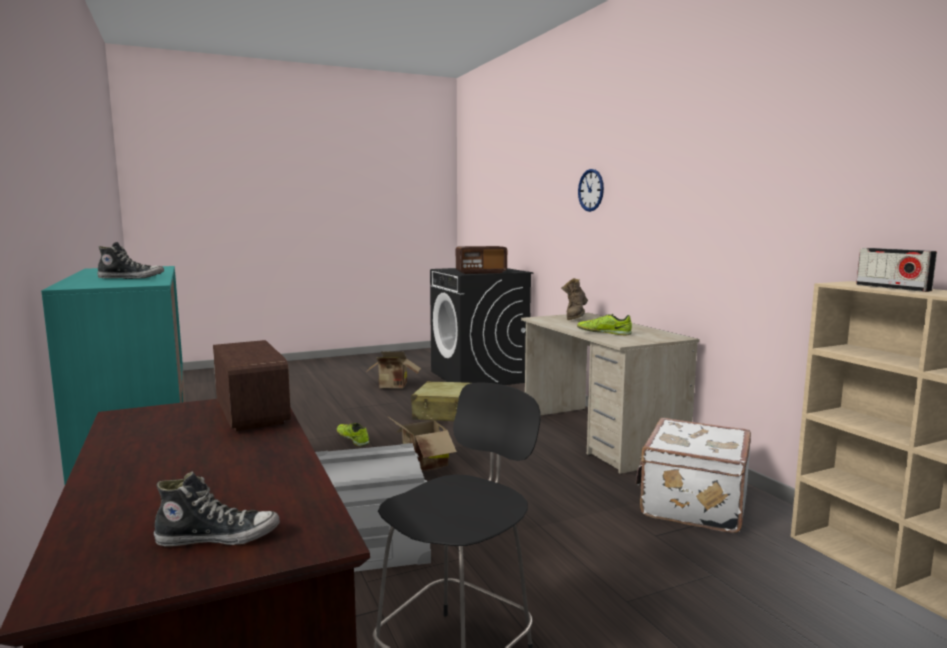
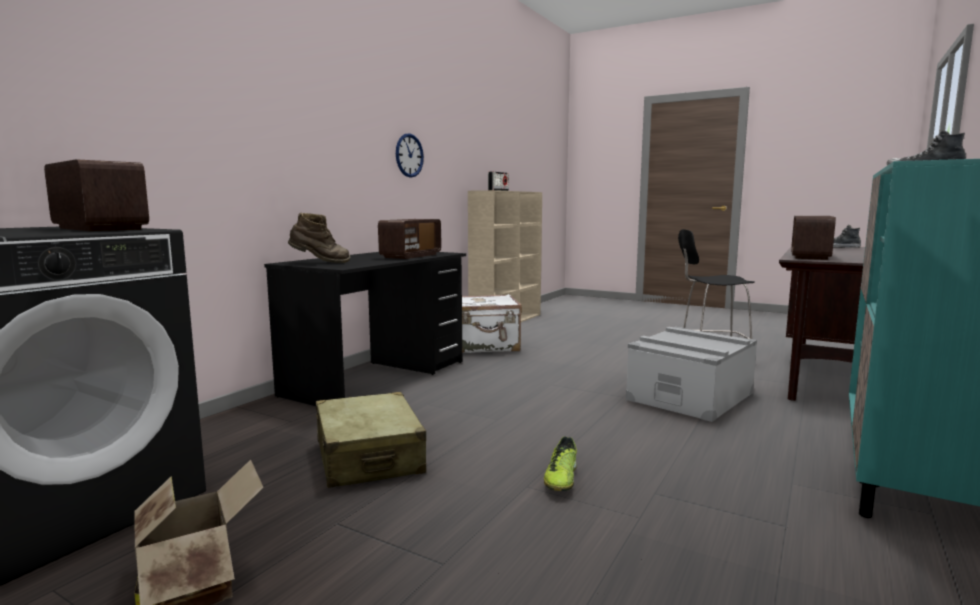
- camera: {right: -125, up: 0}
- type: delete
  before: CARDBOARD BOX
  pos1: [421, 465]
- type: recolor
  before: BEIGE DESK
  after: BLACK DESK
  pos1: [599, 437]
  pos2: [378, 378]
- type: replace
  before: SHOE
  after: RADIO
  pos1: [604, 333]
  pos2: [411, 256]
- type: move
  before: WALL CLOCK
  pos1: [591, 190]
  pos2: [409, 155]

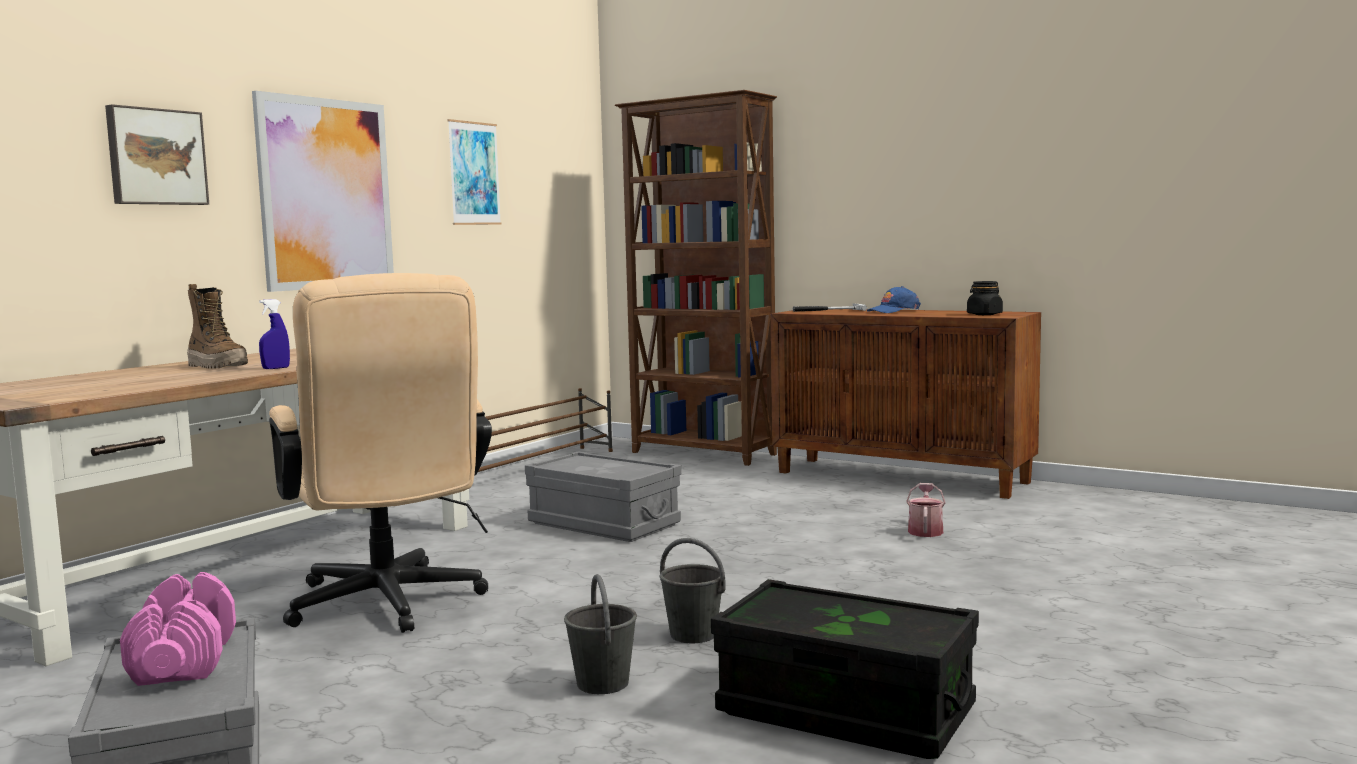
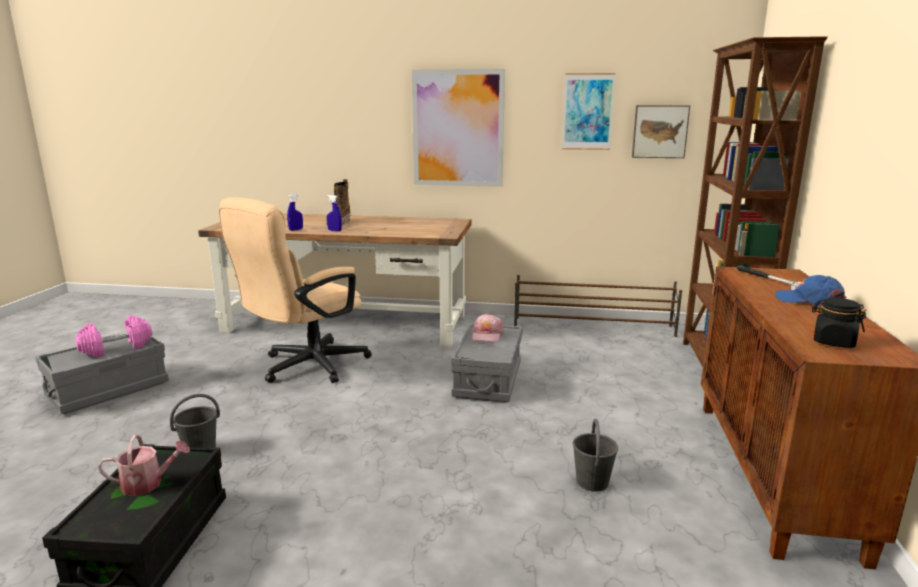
- camera: {right: 65, up: 10}
- type: move
  before: PICTURE
  pos1: [156, 157]
  pos2: [659, 131]
- type: move
  before: GREY BUCKET
  pos1: [694, 635]
  pos2: [592, 482]
- type: move
  before: WATERING CAN
  pos1: [925, 530]
  pos2: [148, 484]
- type: insert
  after: BLUE SPRAY BOTTLE
  pos2: [296, 229]
- type: insert
  after: PINK CAP
  pos2: [487, 335]

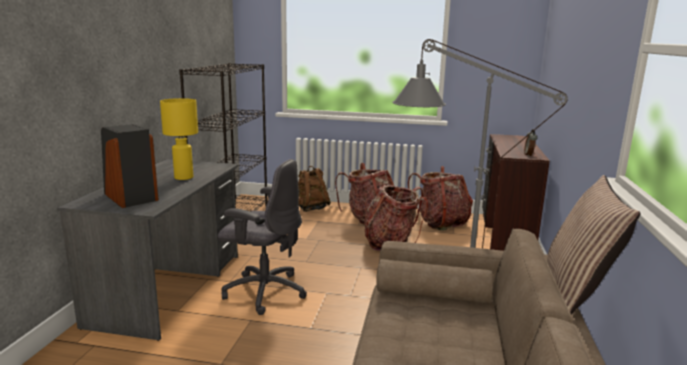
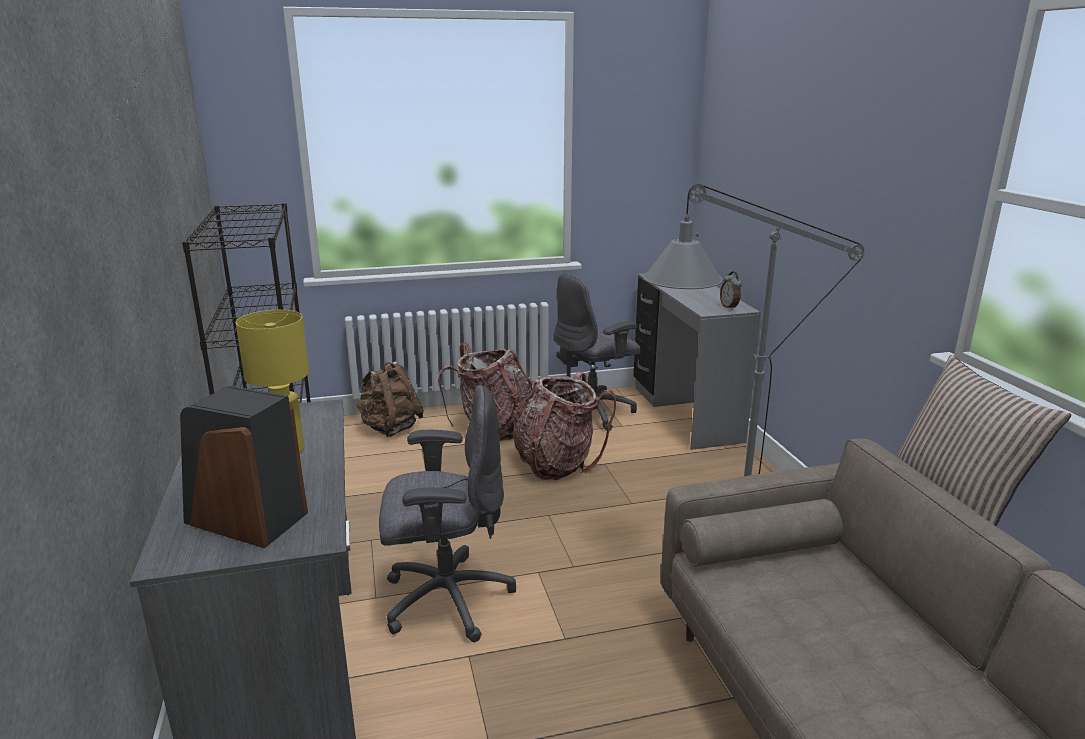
- camera: {right: -25, up: 5}
- type: replace
  before: BACKPACK
  after: GREY OFFICE CHAIR
  pos1: [440, 222]
  pos2: [592, 412]
- type: recolor
  before: BROWN DESK
  after: GREY DESK
  pos1: [504, 234]
  pos2: [683, 413]

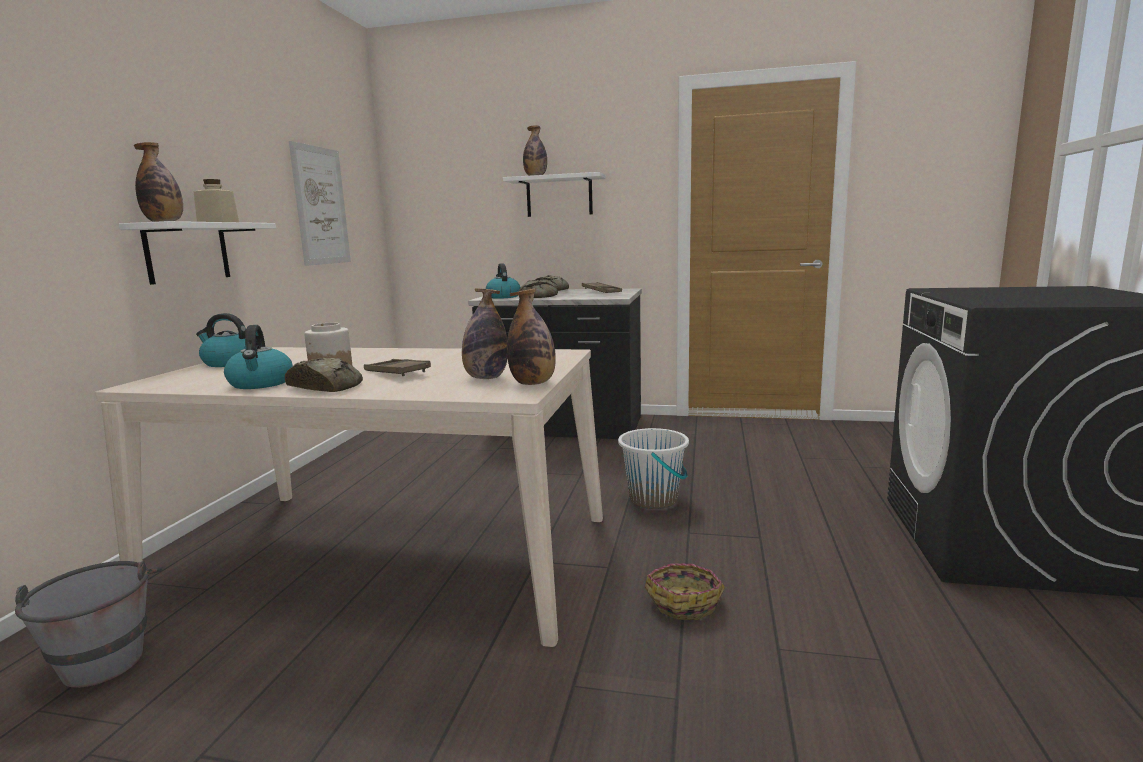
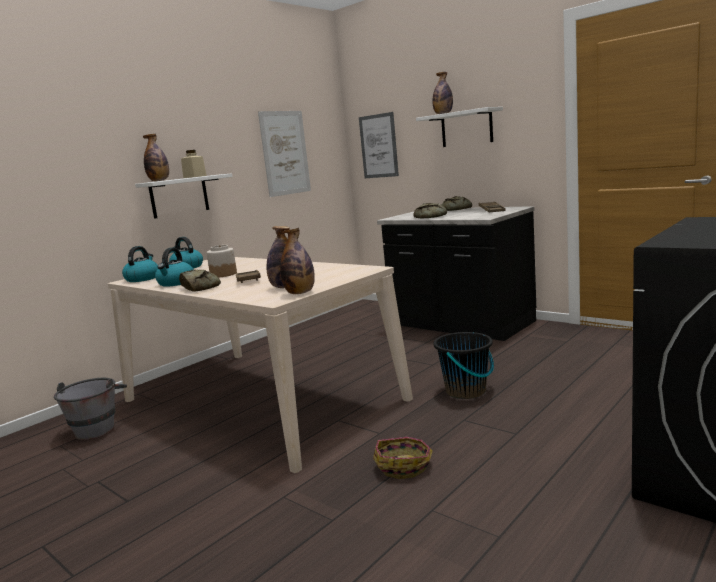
- camera: {right: 30, up: 0}
- type: move
  before: KETTLE
  pos1: [503, 297]
  pos2: [142, 279]
- type: recolor
  before: WHITE BUCKET
  after: BLACK BUCKET
  pos1: [654, 499]
  pos2: [466, 391]
- type: insert
  after: PICTURE
  pos2: [378, 146]

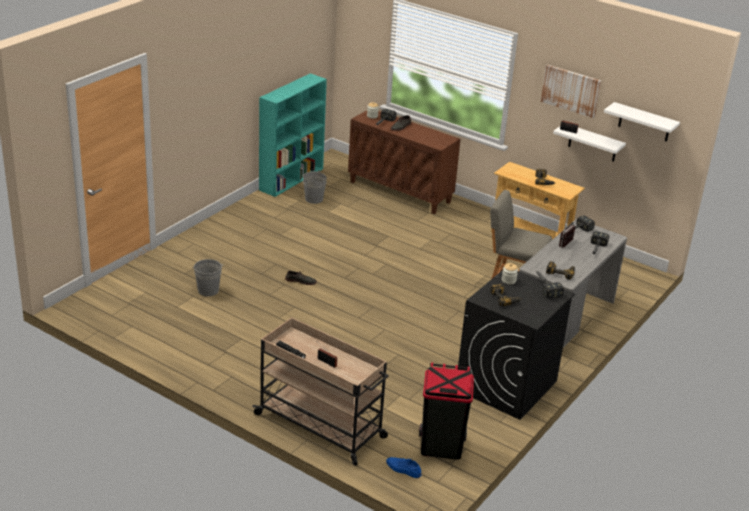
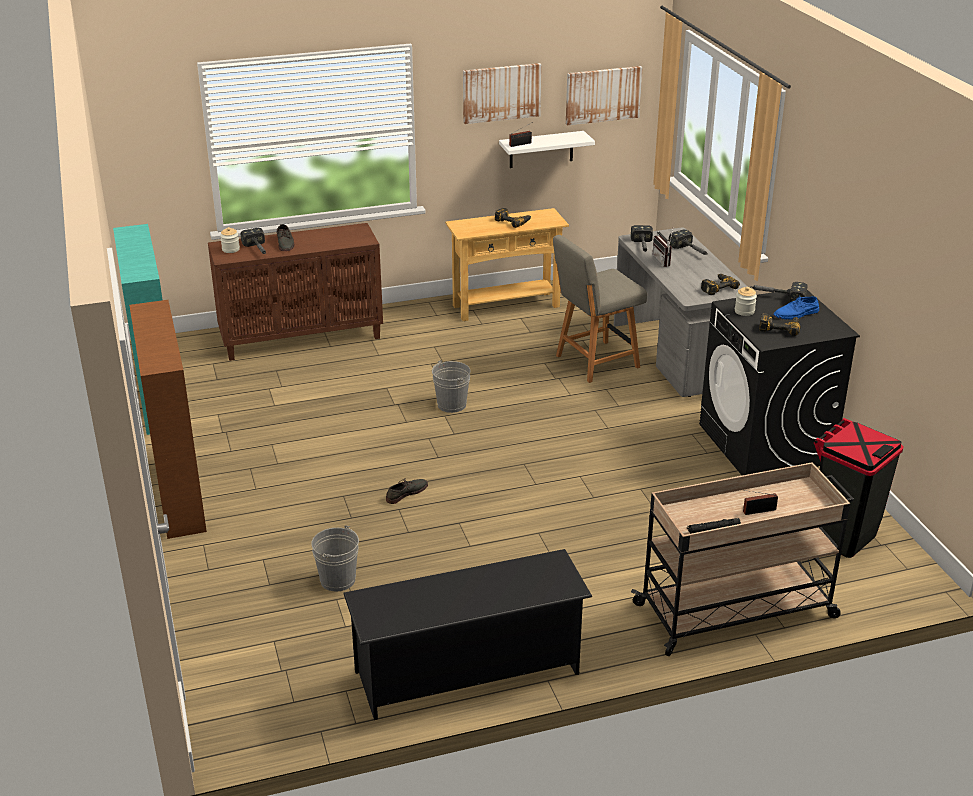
- camera: {right: -50, up: 0}
- type: move
  before: GREY BUCKET
  pos1: [314, 199]
  pos2: [451, 405]
- type: move
  before: BLUE SHOE
  pos1: [403, 469]
  pos2: [796, 314]
- type: replace
  before: WHITE SHELF
  after: PICTURE
  pos1: [644, 122]
  pos2: [603, 95]
- type: insert
  after: BROWN BOOKCASE
  pos2: [179, 492]
- type: insert
  after: BLACK SHOE RACK
  pos2: [468, 672]

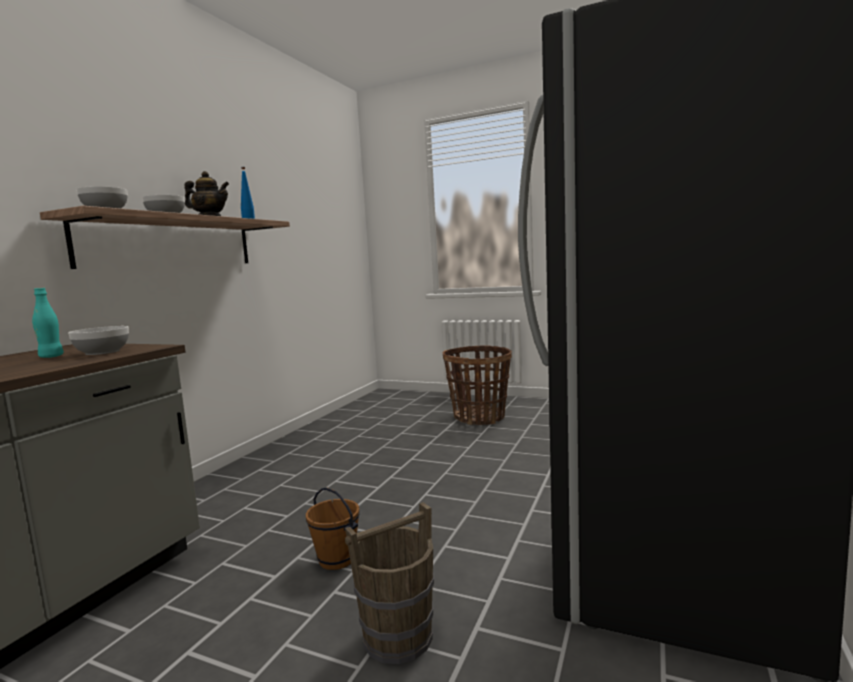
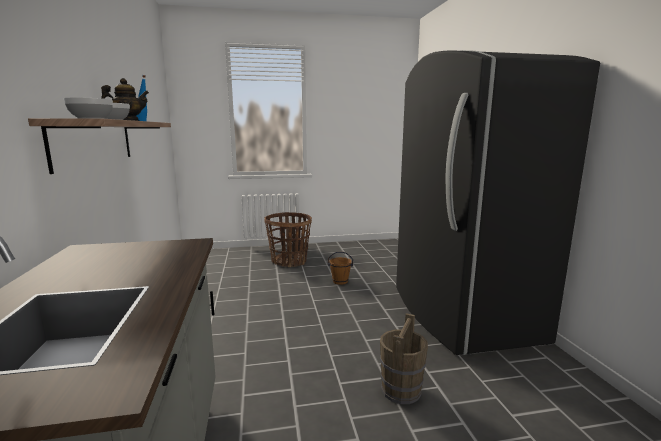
- camera: {right: -35, up: 5}
- type: delete
  before: TURQUOISE BOTTLE
  pos1: [51, 356]
- type: delete
  before: BOWL
  pos1: [102, 352]
- type: move
  before: BROWN BUCKET
  pos1: [337, 559]
  pos2: [340, 281]

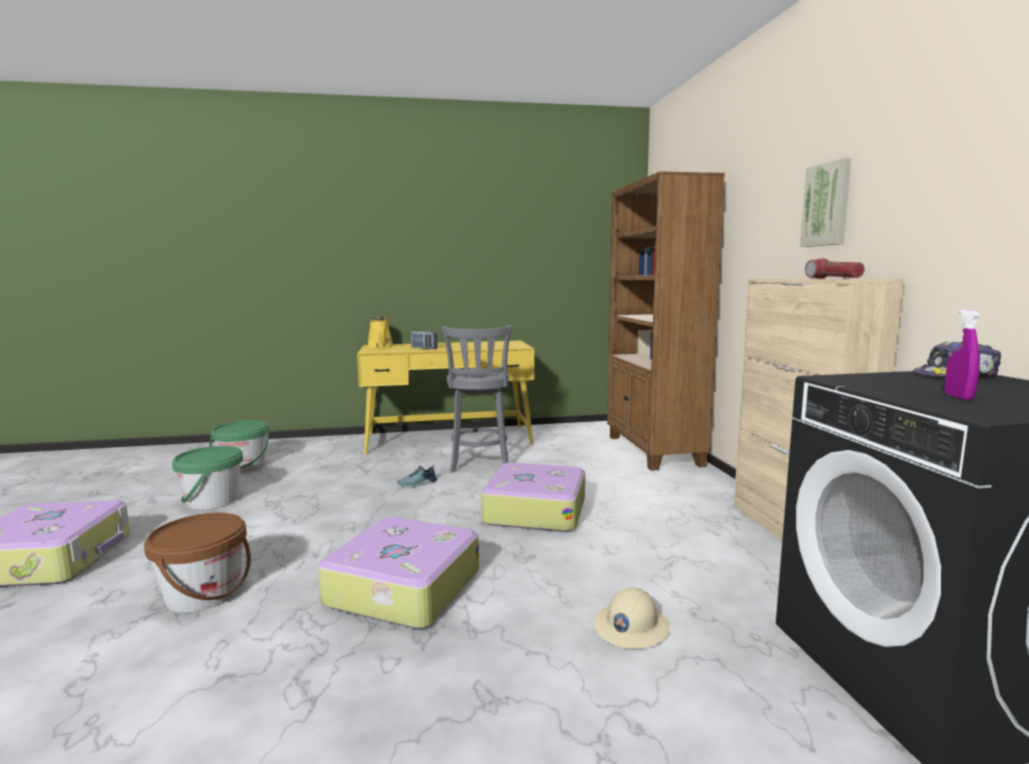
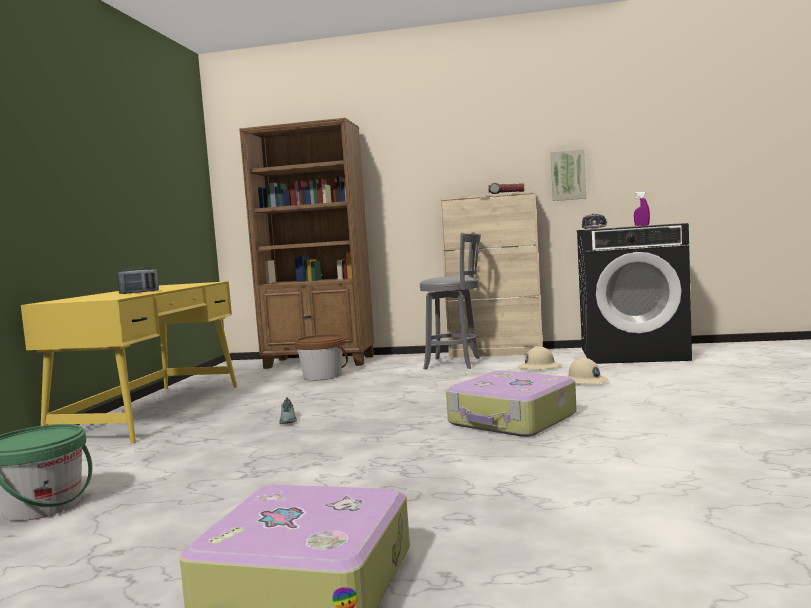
- camera: {right: -70, up: -5}
- type: move
  before: BROWN BUCKET
  pos1: [204, 594]
  pos2: [322, 376]
- type: delete
  before: GREEN BUCKET
  pos1: [212, 501]
- type: delete
  before: YELLOW WATERING CAN
  pos1: [381, 346]
- type: move
  before: GREY STOOL
  pos1: [479, 464]
  pos2: [456, 363]
- type: delete
  before: SUITCASE
  pos1: [535, 510]
- type: move
  before: PICTURE
  pos1: [827, 205]
  pos2: [568, 175]
- type: insert
  after: BEIGE HARD HAT
  pos2: [539, 367]

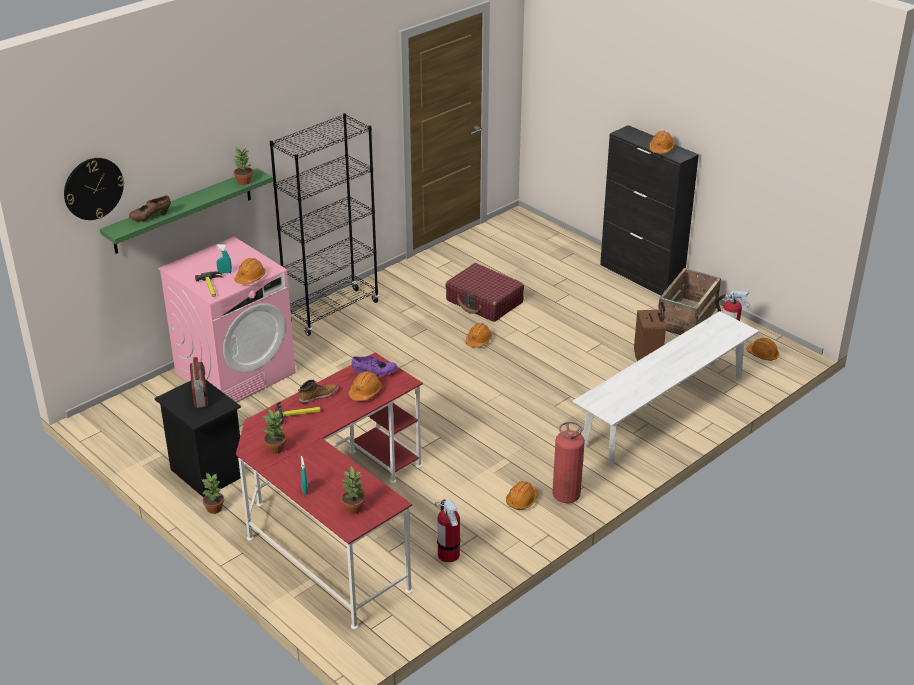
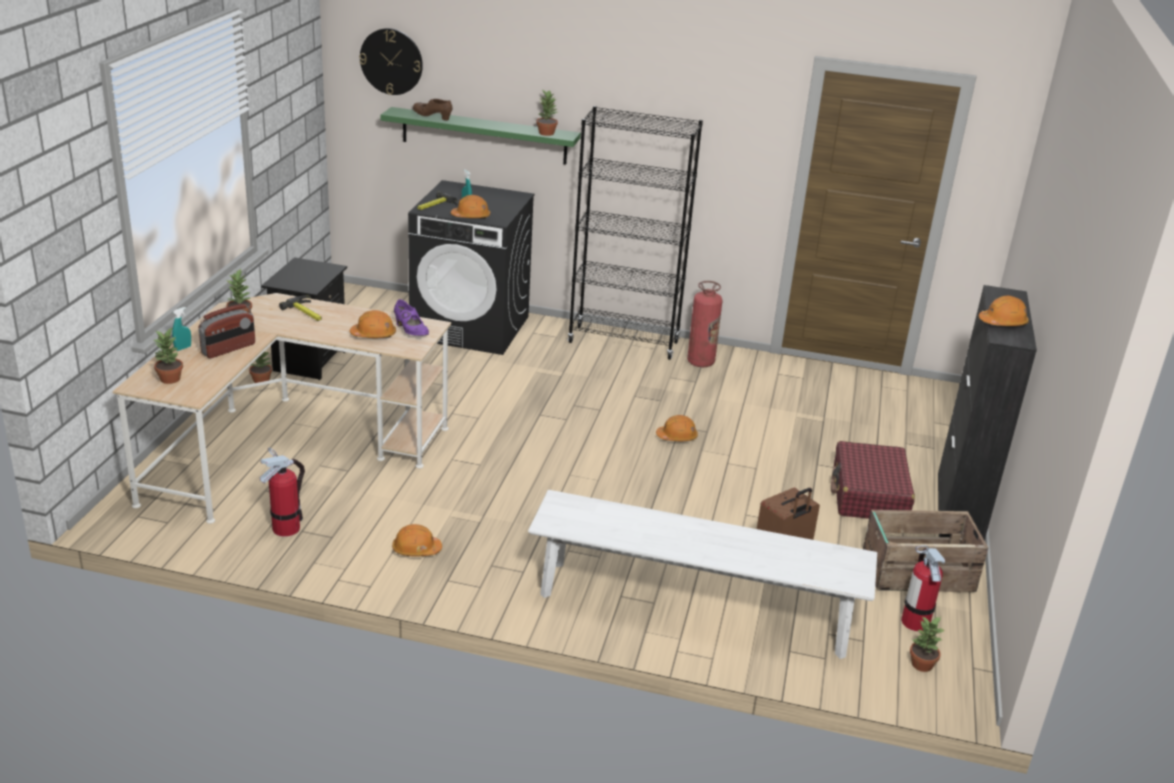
- camera: {right: 55, up: -5}
- type: recolor
  before: PINK WASHING MACHINE
  after: BLACK WASHING MACHINE
  pos1: [236, 372]
  pos2: [471, 327]
- type: move
  before: RADIO
  pos1: [200, 395]
  pos2: [229, 349]
- type: recolor
  before: RED DESK
  after: BEIGE DESK
  pos1: [335, 523]
  pos2: [287, 447]
- type: delete
  before: BOOT
  pos1: [318, 396]
- type: move
  before: RED SUITCASE
  pos1: [484, 302]
  pos2: [869, 495]
- type: move
  before: FIRE EXTINGUISHER
  pos1: [566, 495]
  pos2: [700, 362]
- type: replace
  before: ORANGE HARD HAT
  after: POTTED PLANT
  pos1: [762, 355]
  pos2: [921, 664]

